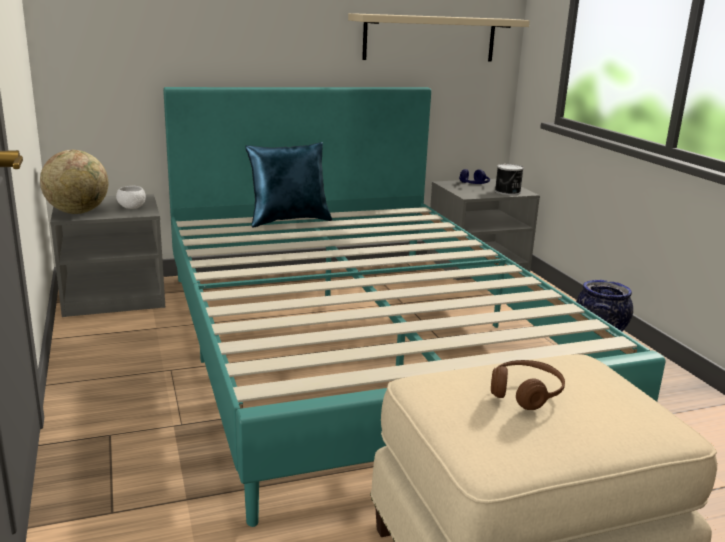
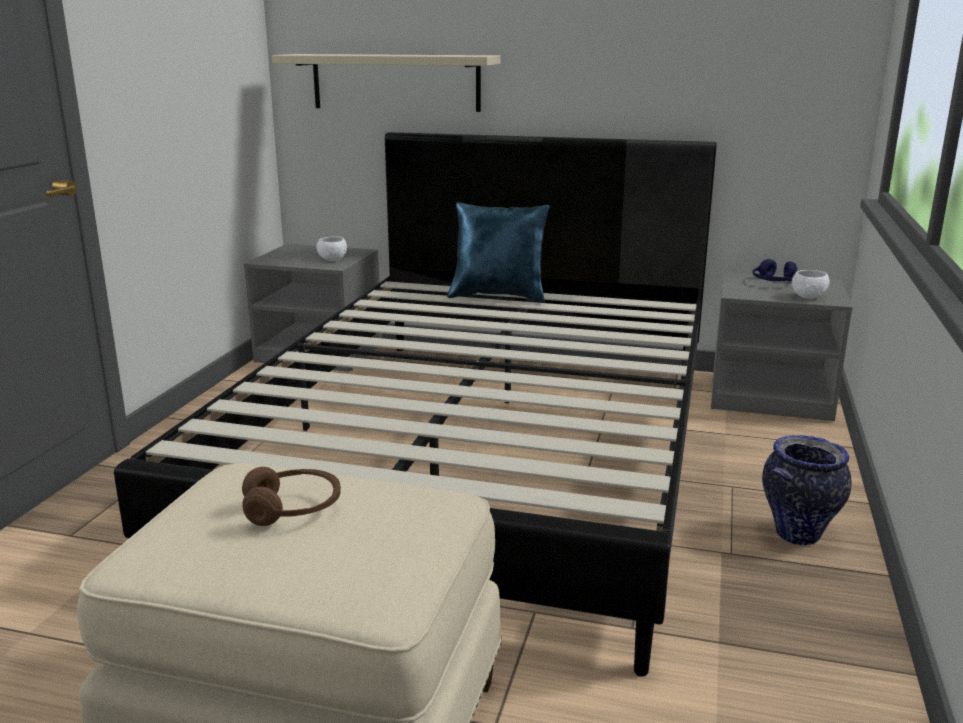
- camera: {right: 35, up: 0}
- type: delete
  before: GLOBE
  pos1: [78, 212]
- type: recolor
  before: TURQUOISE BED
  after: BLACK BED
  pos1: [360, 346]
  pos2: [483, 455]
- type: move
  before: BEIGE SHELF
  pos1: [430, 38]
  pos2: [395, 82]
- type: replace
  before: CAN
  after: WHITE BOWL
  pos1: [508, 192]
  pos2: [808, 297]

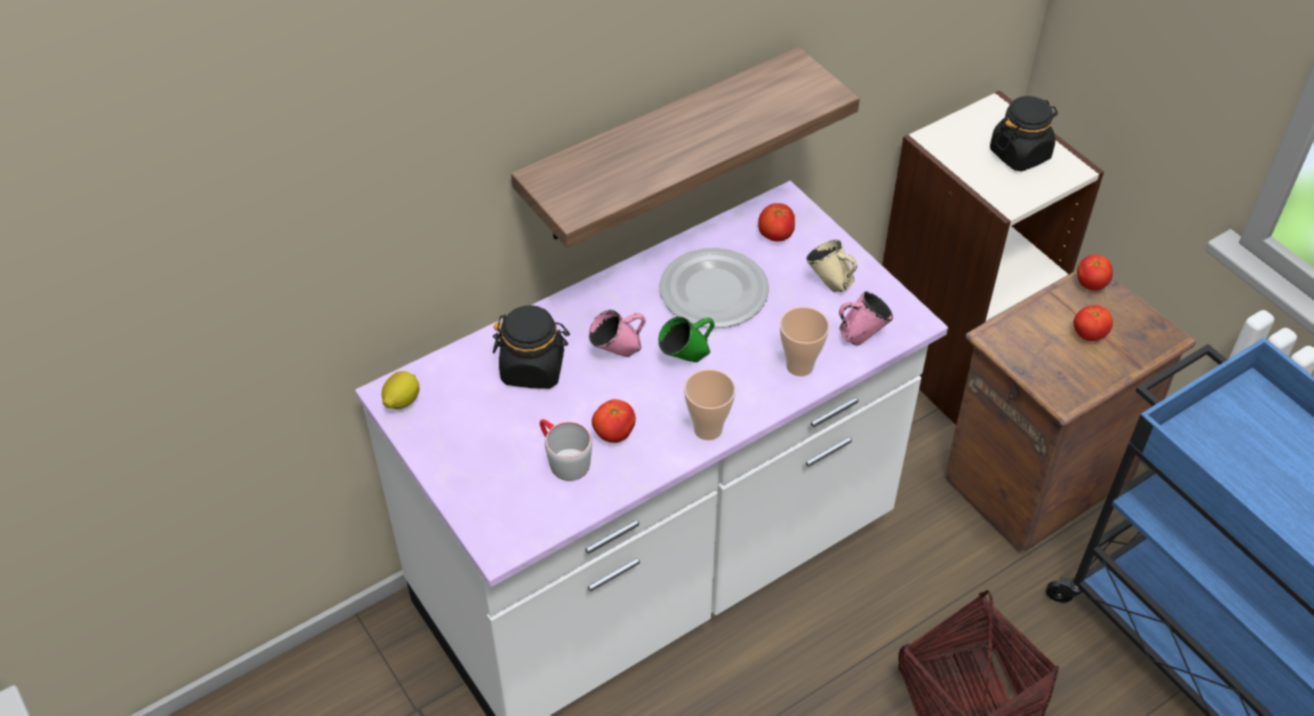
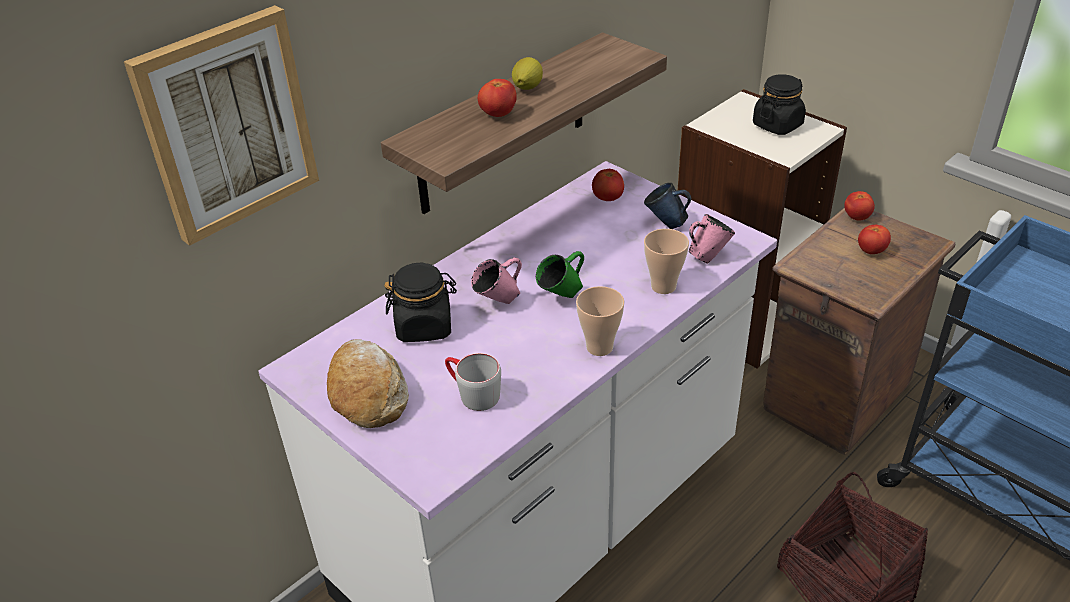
- camera: {right: -10, up: -10}
- type: move
  before: LEMON
  pos1: [401, 401]
  pos2: [527, 88]
- type: move
  before: TOMATO
  pos1: [614, 434]
  pos2: [498, 114]
- type: delete
  before: PLATE
  pos1: [715, 291]
- type: recolor
  before: BEIGE MUG
  after: BLUE MUG
  pos1: [830, 284]
  pos2: [666, 225]
- type: insert
  after: PICTURE
  pos2: [227, 124]
- type: insert
  after: BREAD
  pos2: [368, 393]

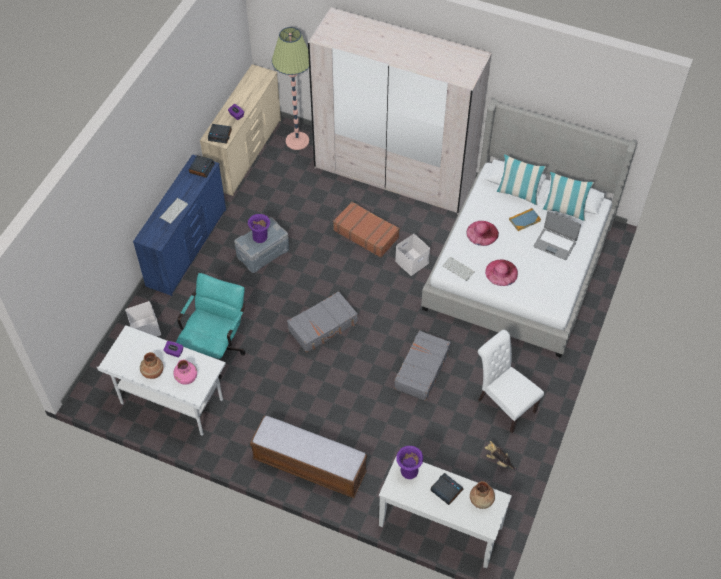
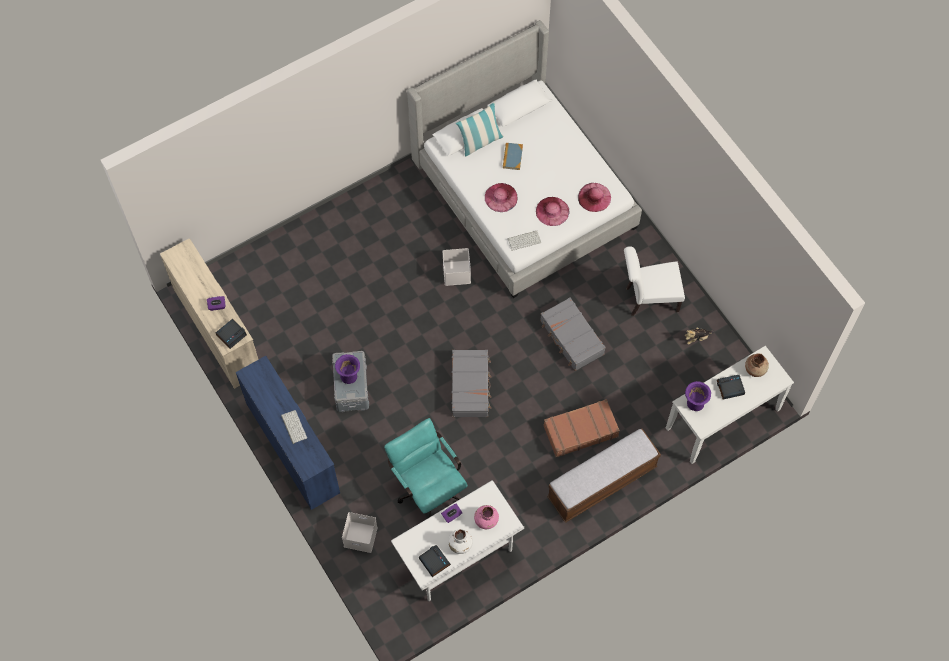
- camera: {right: -55, up: 10}
- type: recolor
  before: BROWN VASE
  after: WHITE VASE
  pos1: [153, 372]
  pos2: [460, 545]
- type: move
  before: ALARM CLOCK
  pos1: [201, 168]
  pos2: [434, 561]
- type: delete
  before: FLOOR LAMP
  pos1: [297, 141]
- type: delete
  before: BEIGE WARDROBE
  pos1: [394, 173]
- type: move
  before: BROWN SUITCASE
  pos1: [366, 233]
  pos2: [580, 431]
- type: delete
  before: LAPTOP
  pos1: [555, 244]
- type: delete
  before: PILLOW
  pos1: [564, 210]
- type: insert
  after: PINK HAT
  pos2: [594, 197]

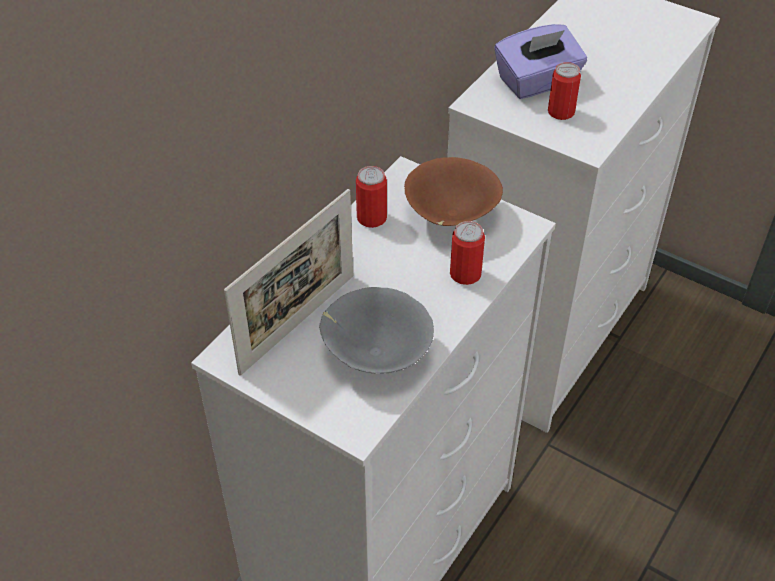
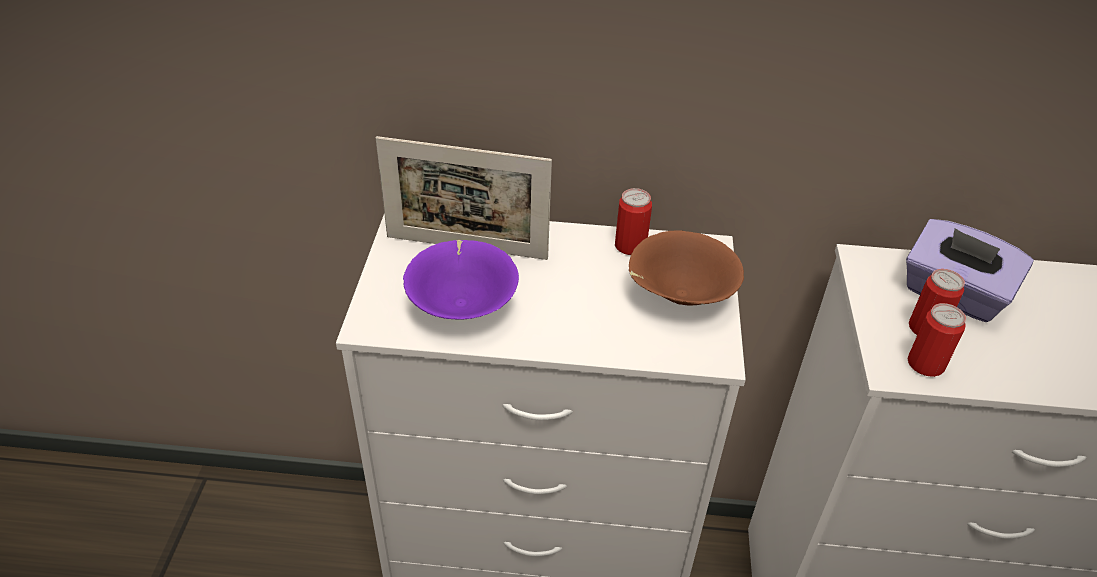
- camera: {right: 60, up: -5}
- type: recolor
  before: GREY BOWL
  after: PURPLE BOWL
  pos1: [375, 354]
  pos2: [463, 306]
- type: move
  before: CAN
  pos1: [465, 274]
  pos2: [925, 364]

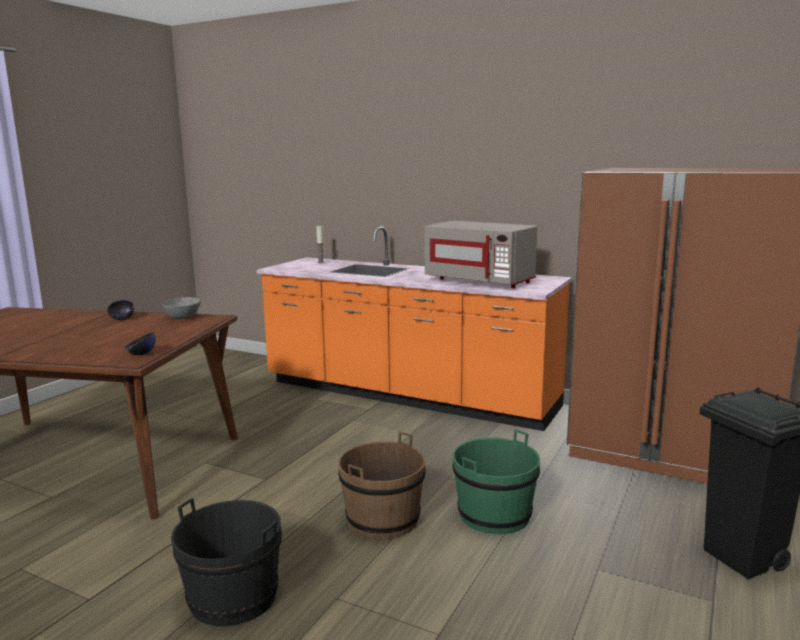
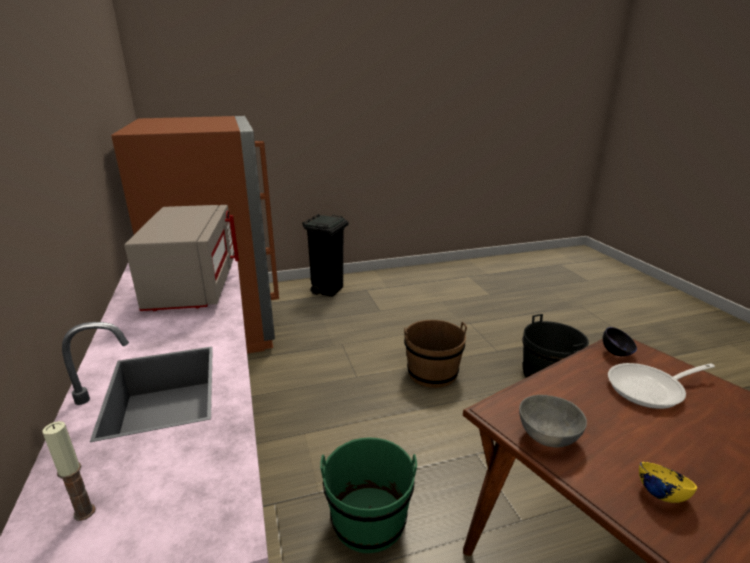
- camera: {right: -135, up: 10}
- type: recolor
  before: BLACK BOWL
  after: YELLOW BOWL
  pos1: [122, 319]
  pos2: [661, 493]
- type: move
  before: GREEN BUCKET
  pos1: [494, 515]
  pos2: [369, 519]
- type: insert
  after: FRYING PAN
  pos2: [650, 389]

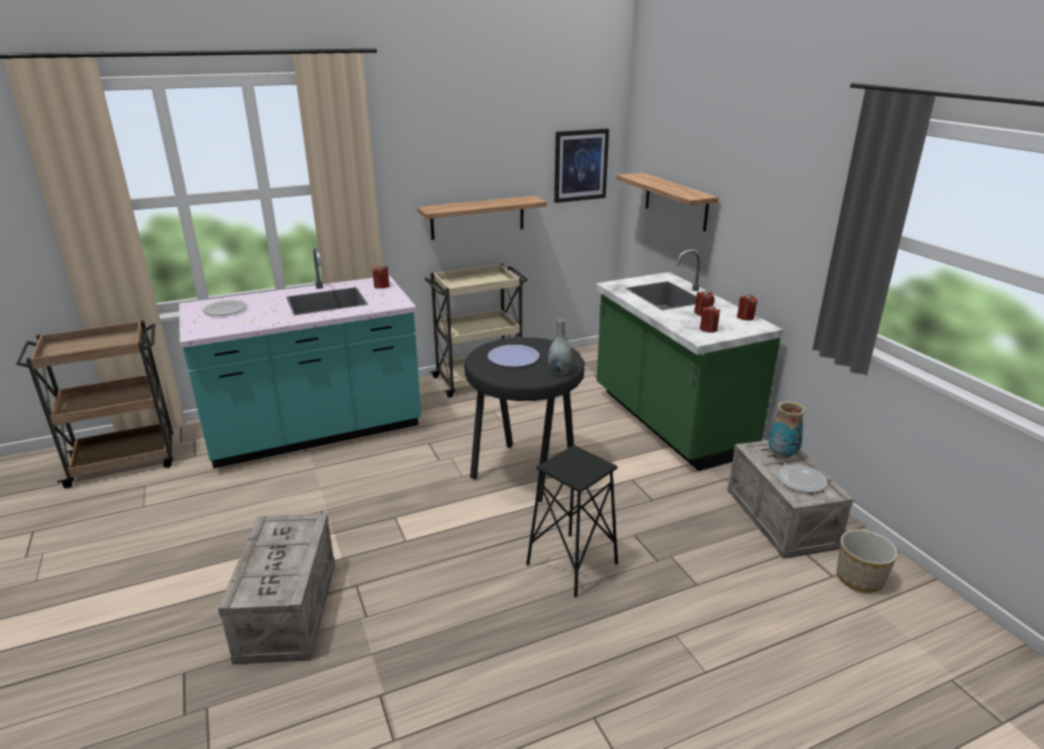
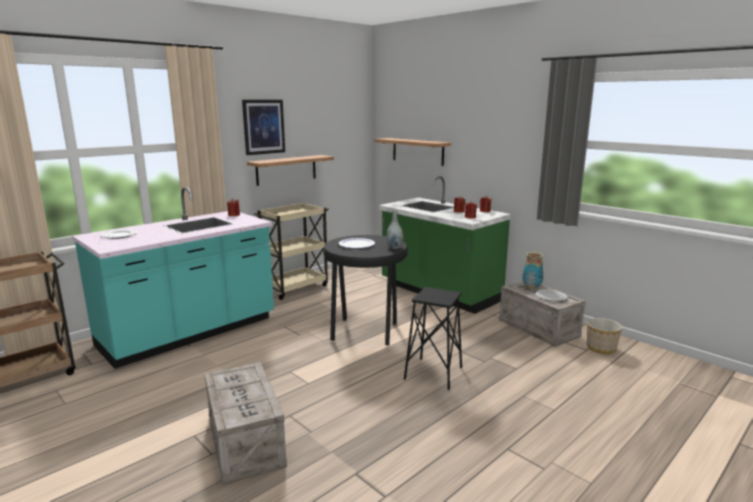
- camera: {right: -20, up: -10}
- type: move
  before: PICTURE
  pos1: [580, 165]
  pos2: [263, 127]

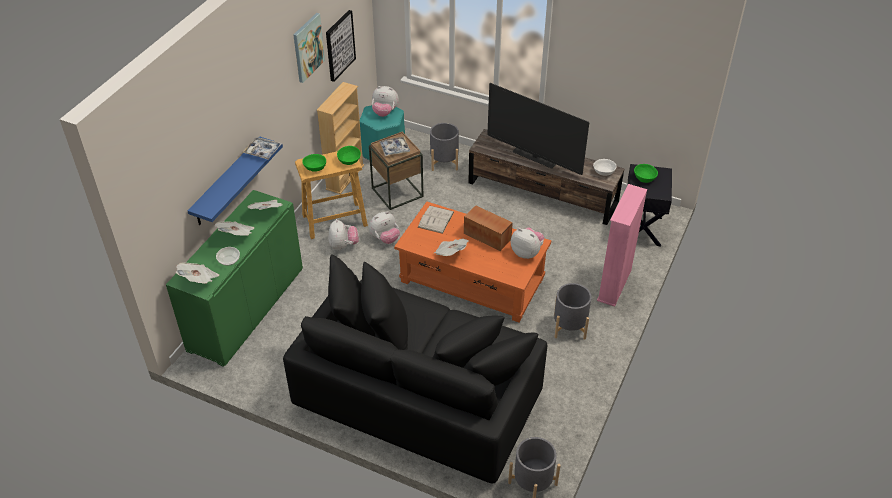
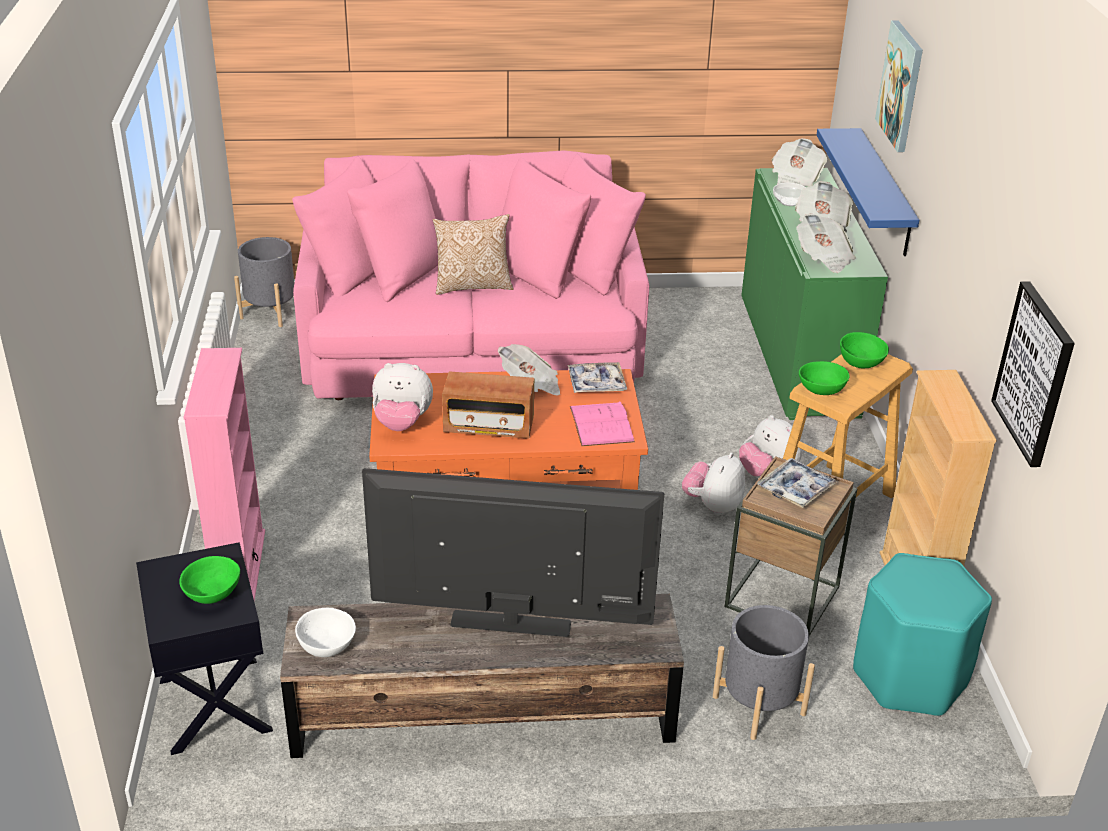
- camera: {right: 150, up: -10}
- type: move
  before: TRAY
  pos1: [263, 151]
  pos2: [596, 383]
- type: recolor
  before: BLACK SOFA
  after: PINK SOFA
  pos1: [420, 392]
  pos2: [473, 345]
- type: move
  before: PICTURE
  pos1: [308, 47]
  pos2: [901, 86]
- type: delete
  before: PLUSH TOY
  pos1: [385, 112]
- type: recolor
  before: WHITE BOOK
  after: PINK BOOK
  pos1: [436, 219]
  pos2: [601, 424]
- type: delete
  before: GREY PLANTER
  pos1: [569, 327]
- type: insert
  after: PILLOW
  pos2: [473, 286]

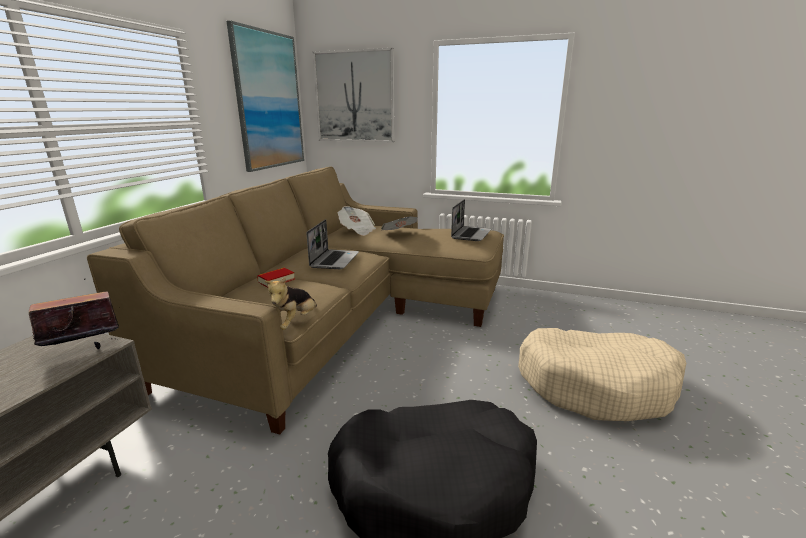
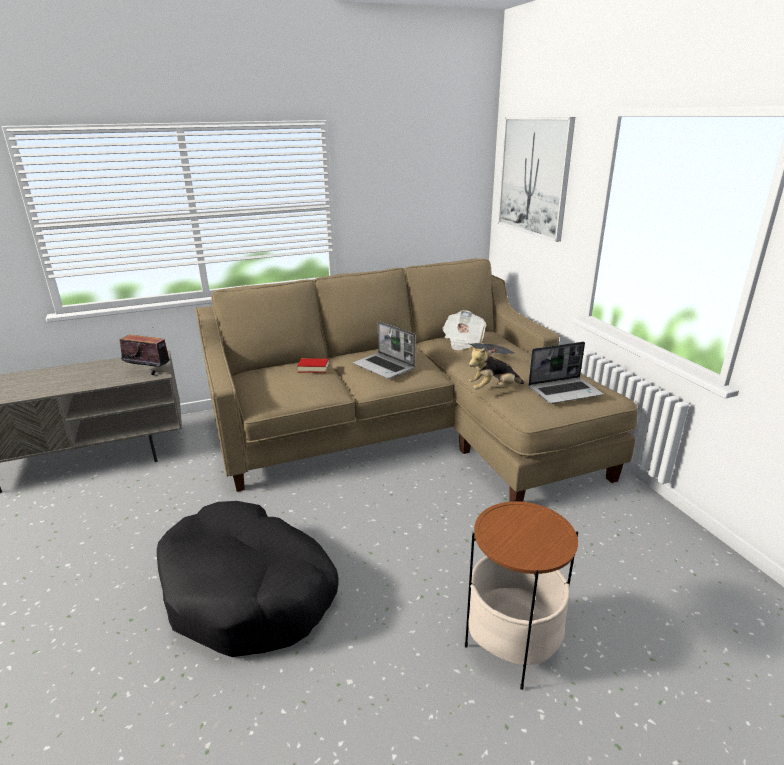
- camera: {right: 50, up: 5}
- type: delete
  before: PICTURE
  pos1: [269, 101]
- type: move
  before: PLUSH TOY
  pos1: [294, 323]
  pos2: [493, 389]
- type: rotate
  before: LAPTOP
  pos1: [334, 260]
  pos2: [384, 367]
  turn: 75
- type: replace
  before: BEIGE DOG BED
  after: SIDE TABLE
  pos1: [596, 385]
  pos2: [511, 646]

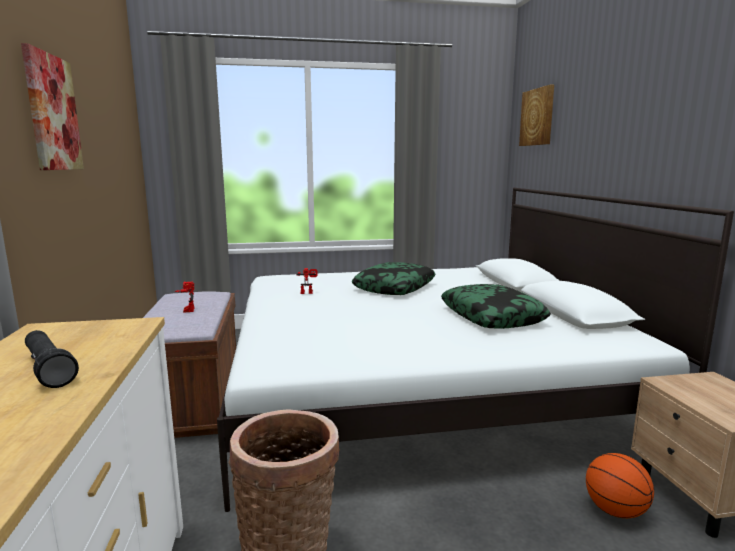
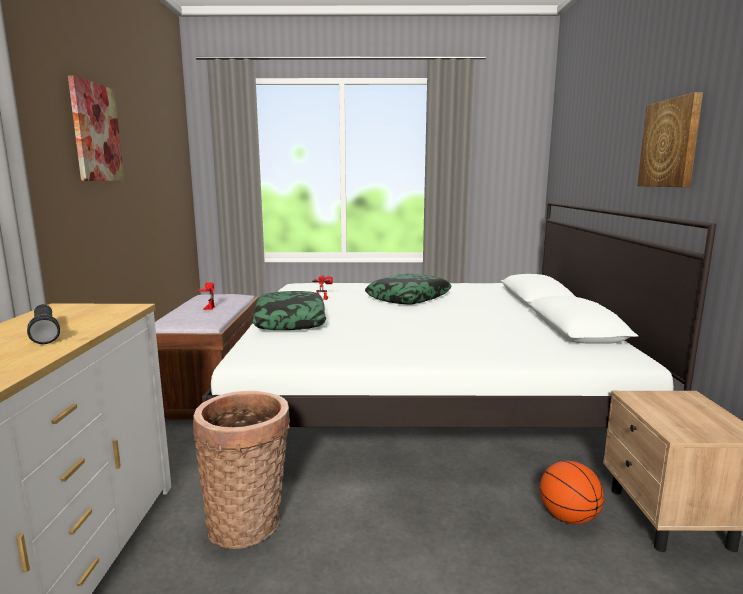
- camera: {right: 10, up: 0}
- type: move
  before: PILLOW
  pos1: [492, 316]
  pos2: [291, 321]
- type: move
  before: PICTURE
  pos1: [537, 117]
  pos2: [670, 143]

